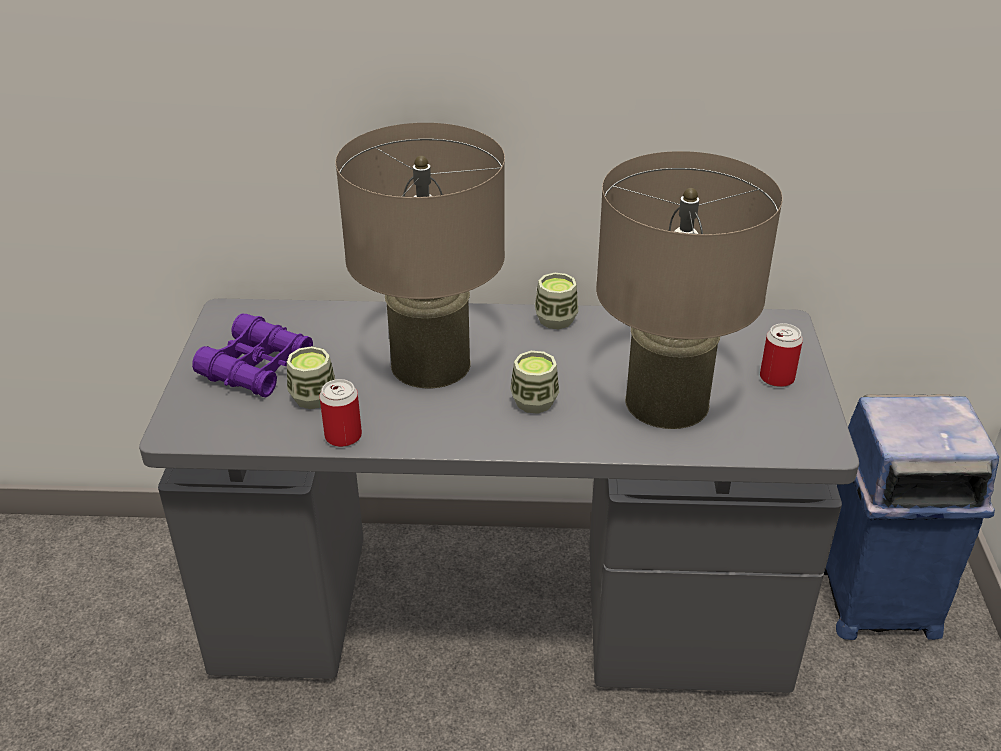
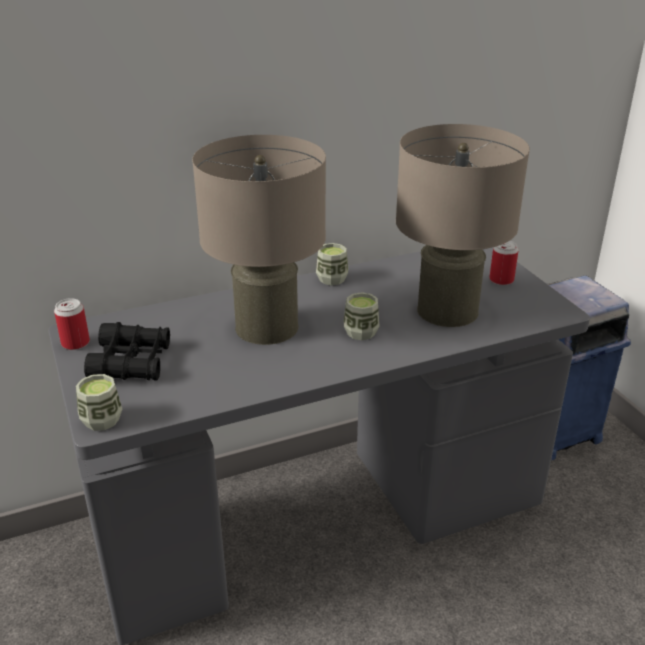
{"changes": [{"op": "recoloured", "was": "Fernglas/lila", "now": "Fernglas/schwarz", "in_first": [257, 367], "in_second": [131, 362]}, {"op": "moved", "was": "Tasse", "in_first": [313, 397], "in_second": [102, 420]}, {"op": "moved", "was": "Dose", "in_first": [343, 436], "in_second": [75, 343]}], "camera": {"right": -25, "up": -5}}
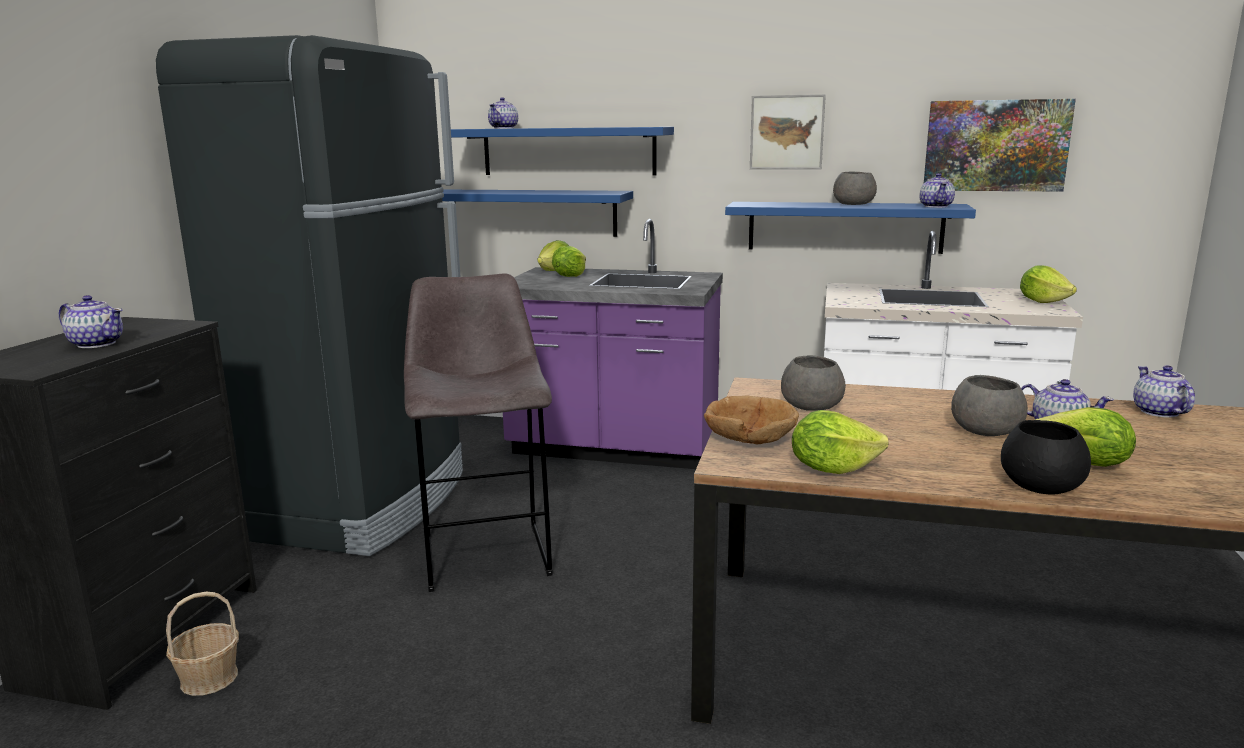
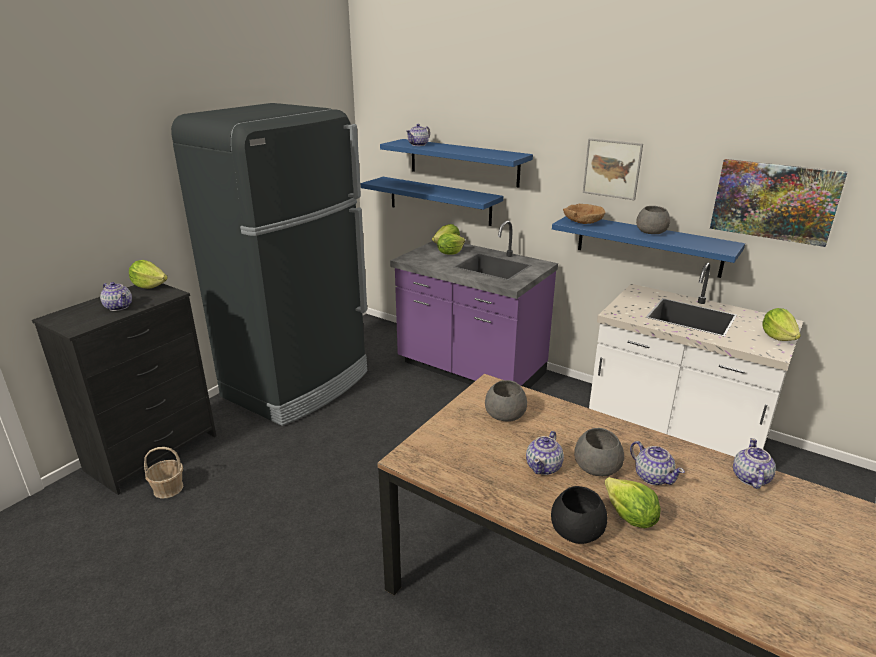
{"changes": [{"op": "moved", "was": "Teekanne", "in_first": [936, 206], "in_second": [544, 467]}, {"op": "removed", "was": "Hocker/grau", "in_first": [486, 554]}, {"op": "moved", "was": "Schüssel/braun", "in_first": [748, 438], "in_second": [582, 222]}, {"op": "moved", "was": "Salatkopf", "in_first": [832, 469], "in_second": [149, 286]}], "camera": {"right": 20, "up": 10}}
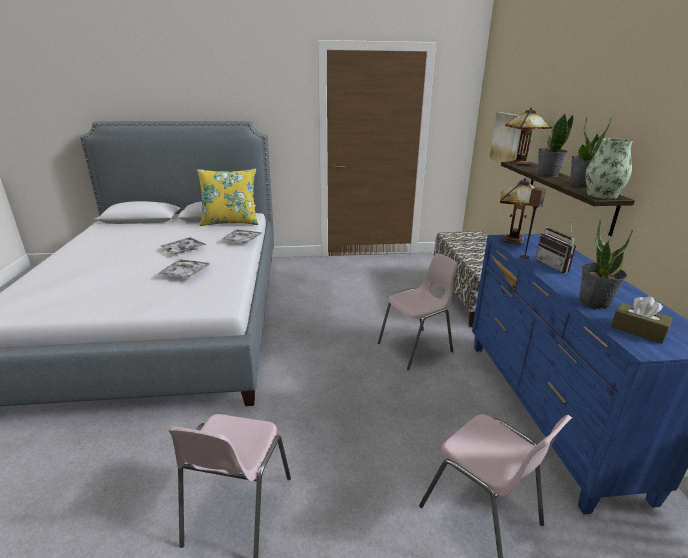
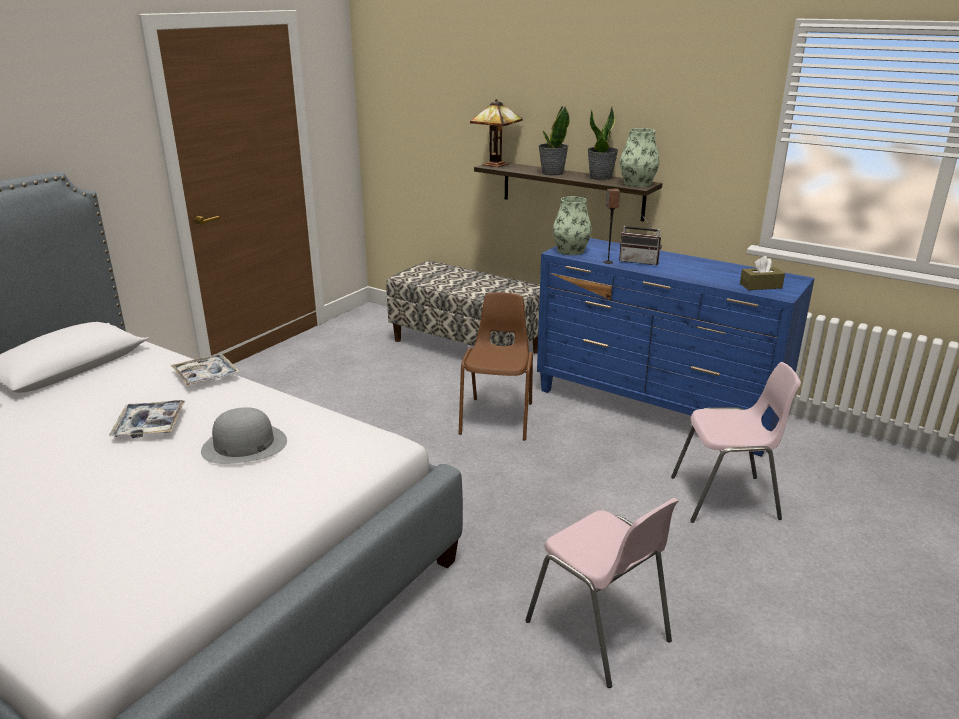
{"changes": [{"op": "removed", "was": "Bild", "in_first": [506, 138]}, {"op": "removed", "was": "Kissen/gelb", "in_first": [230, 222]}, {"op": "replaced", "was": "Tischlampe", "now": "Vase", "in_first": [514, 240], "in_second": [571, 251]}, {"op": "removed", "was": "Topfpflanze", "in_first": [594, 302]}, {"op": "recoloured", "was": "Stuhl/rosa", "now": "Stuhl/braun", "in_first": [416, 348], "in_second": [498, 418]}, {"op": "replaced", "was": "Tablett", "now": "Hut/grau", "in_first": [185, 273], "in_second": [244, 445]}], "camera": {"right": -50, "up": 0}}
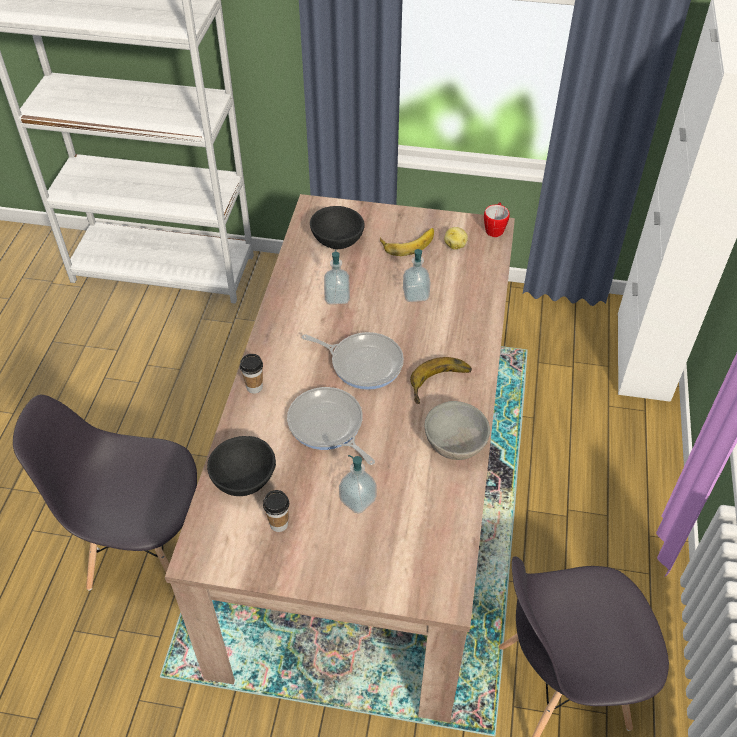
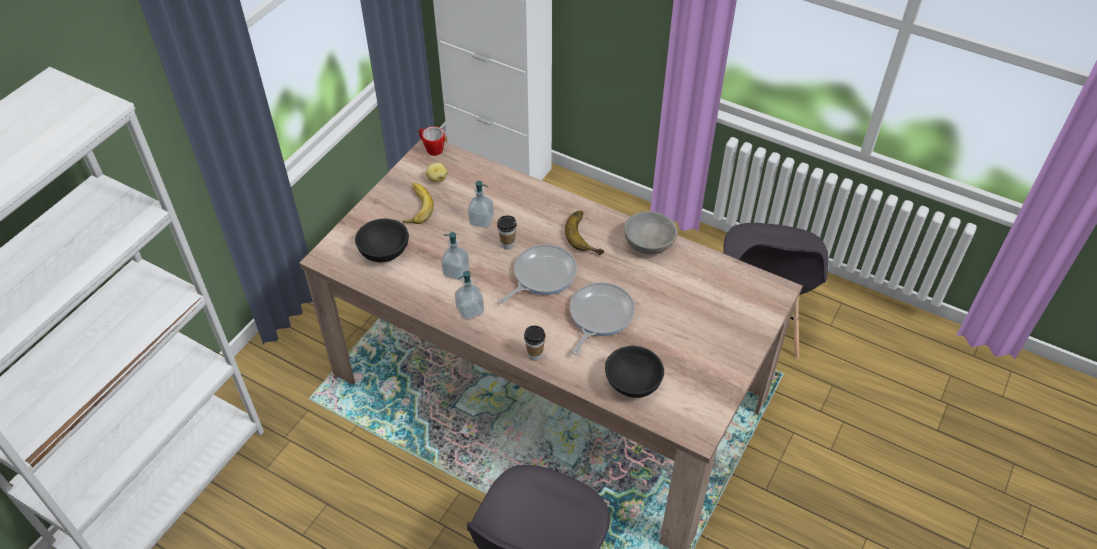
{"changes": [{"op": "turned", "was": "Pfanne", "in_first": [328, 426], "in_second": [599, 316], "clockwise": 135}, {"op": "moved", "was": "Seifenspender", "in_first": [358, 500], "in_second": [470, 310]}, {"op": "moved", "was": "Tasse", "in_first": [279, 524], "in_second": [507, 244]}], "camera": {"right": -70, "up": 0}}
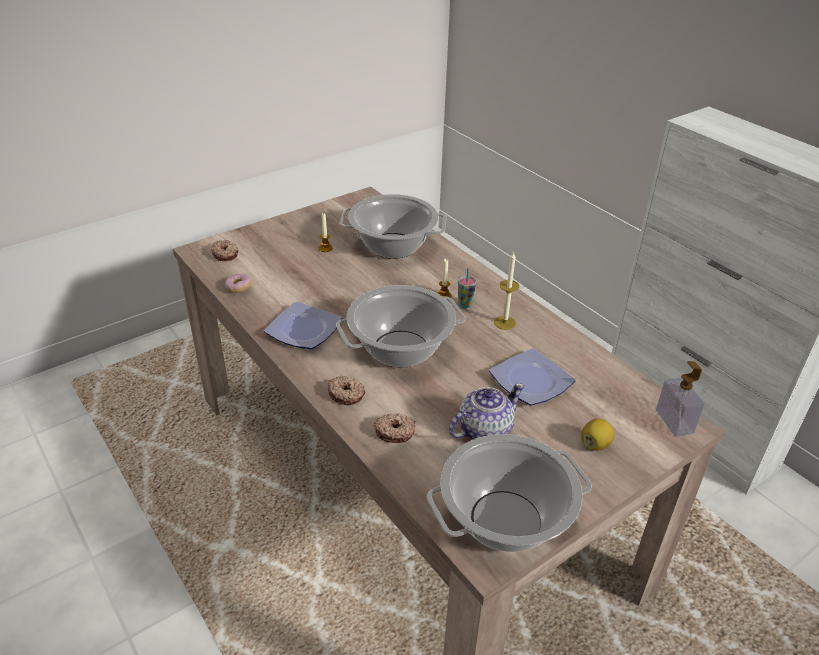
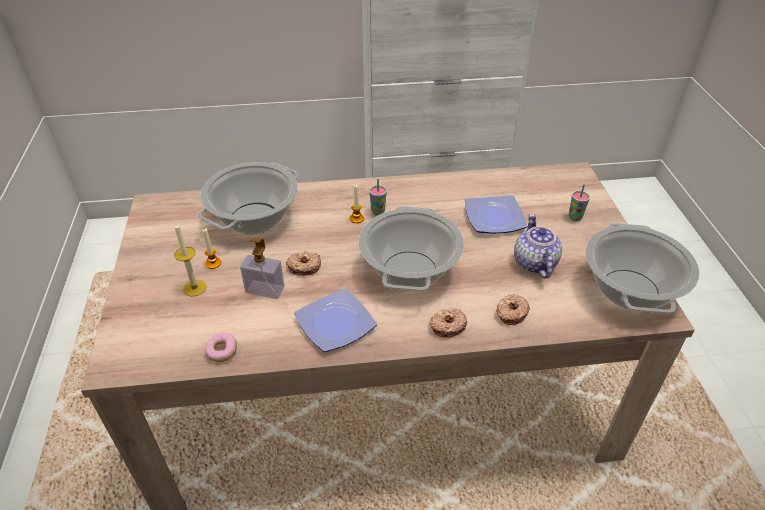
{"changes": [{"op": "moved", "was": "Donut", "in_first": [225, 254], "in_second": [304, 266]}, {"op": "moved", "was": "Kerze", "in_first": [504, 322], "in_second": [194, 288]}, {"op": "moved", "was": "Seifenspender", "in_first": [674, 422], "in_second": [265, 290]}, {"op": "replaced", "was": "Zitrone", "now": "Tasse", "in_first": [595, 444], "in_second": [575, 217]}], "camera": {"right": -60, "up": 5}}
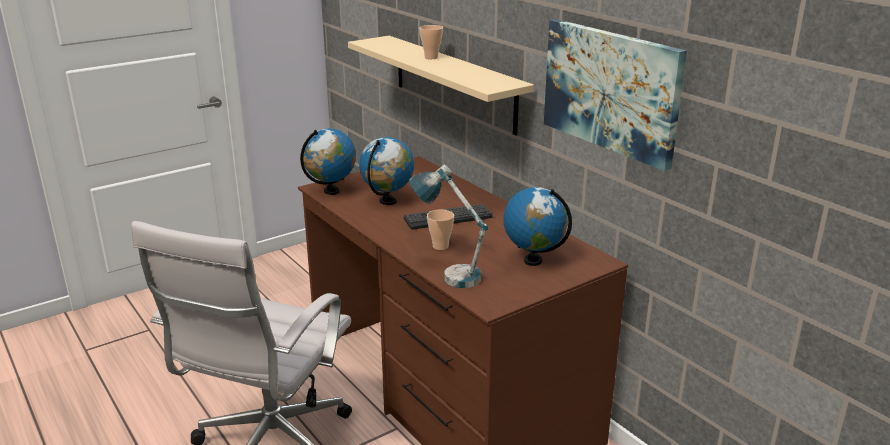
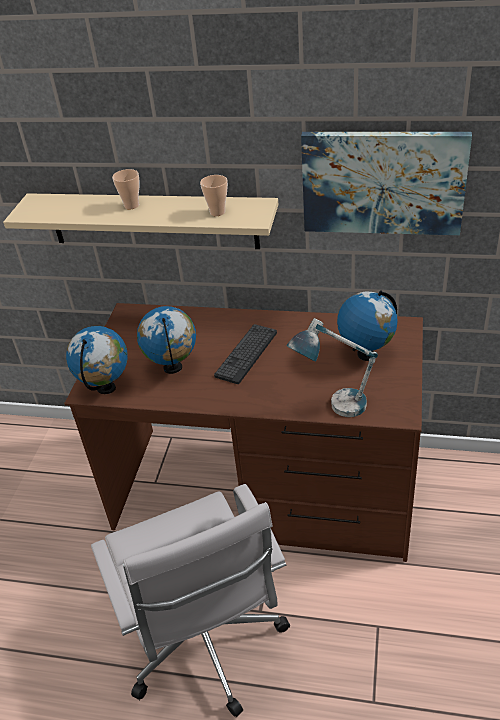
{"changes": [{"op": "moved", "was": "Tasse", "in_first": [440, 246], "in_second": [217, 212]}], "camera": {"right": -40, "up": 15}}
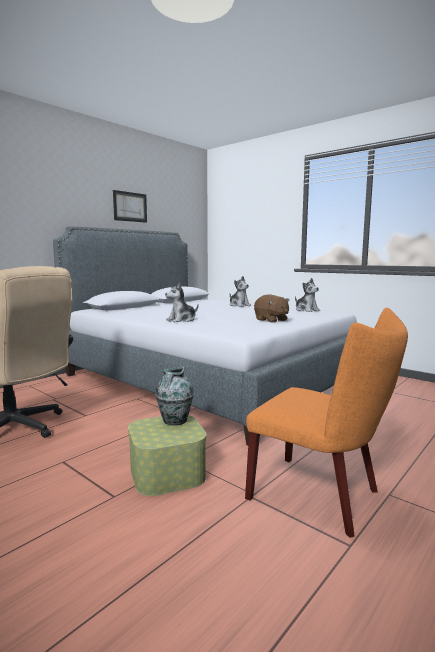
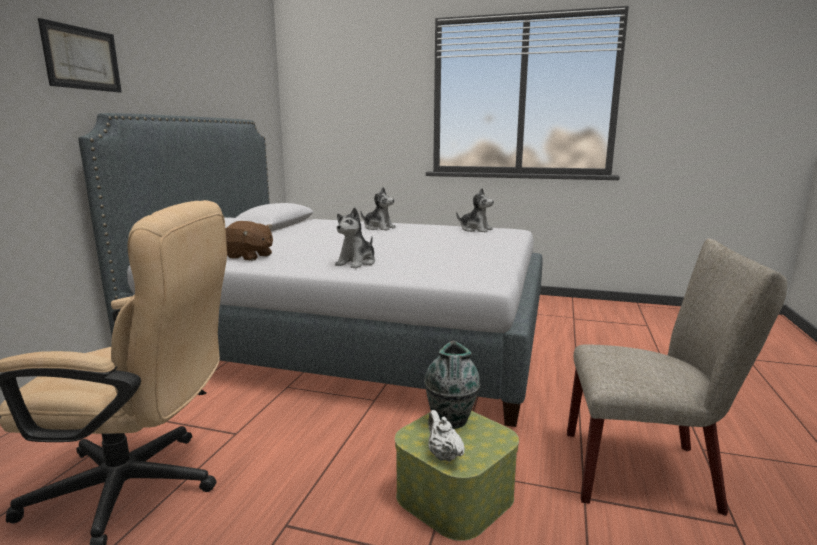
{"changes": [{"op": "moved", "was": "Bild", "in_first": [130, 207], "in_second": [82, 58]}, {"op": "moved", "was": "Plüschtier/braun", "in_first": [271, 320], "in_second": [249, 256]}, {"op": "recoloured", "was": "Stuhl/orange", "now": "Stuhl/beige", "in_first": [322, 496], "in_second": [650, 472]}, {"op": "added", "now": "Teekanne/weiß", "in_second": [443, 455]}], "camera": {"right": -25, "up": 5}}
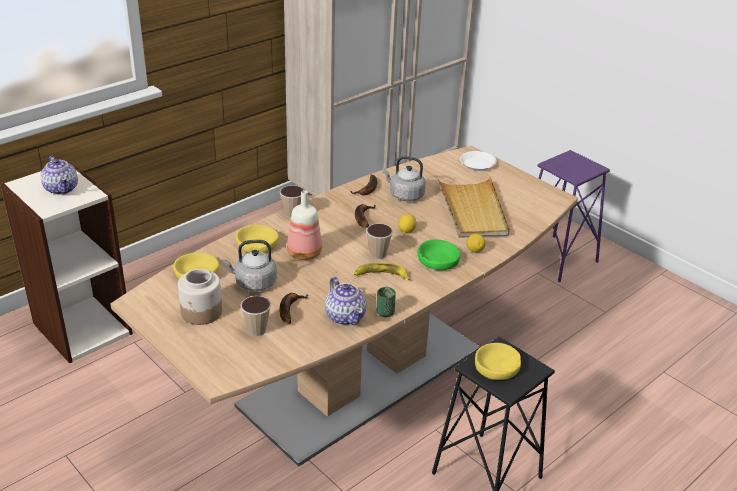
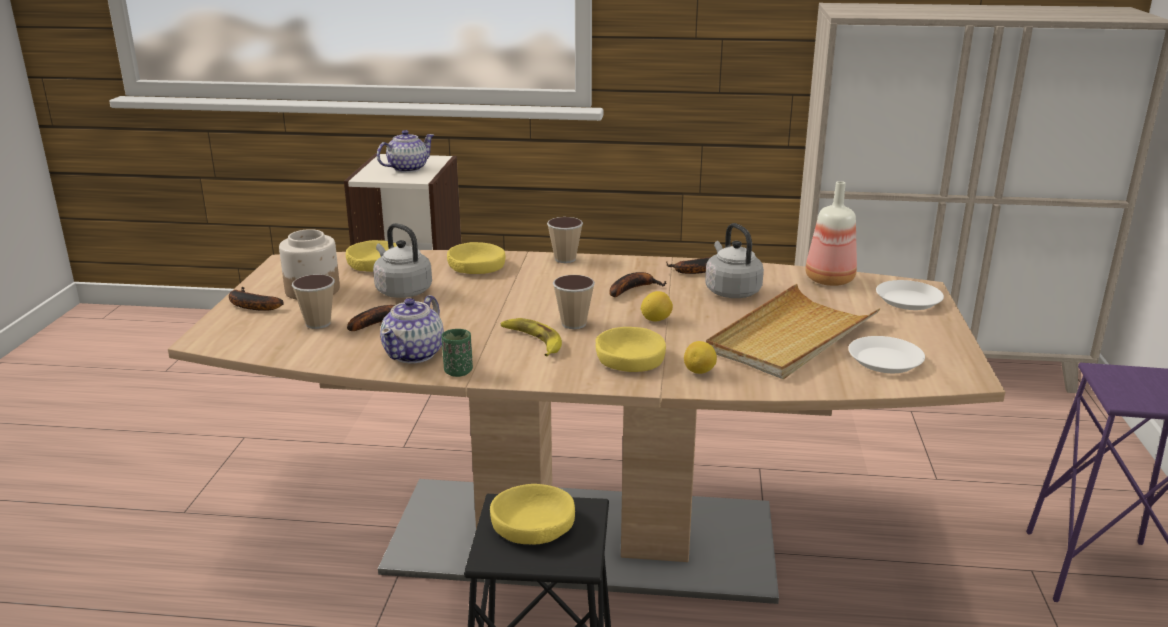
{"changes": [{"op": "turned", "was": "Teekanne", "in_first": [61, 188], "in_second": [407, 169], "clockwise": -150}, {"op": "moved", "was": "Flasche", "in_first": [303, 253], "in_second": [827, 280]}, {"op": "recoloured", "was": "Schüssel/grün", "now": "Schüssel/gelb", "in_first": [438, 260], "in_second": [629, 359]}, {"op": "added", "now": "Banane", "in_second": [250, 305]}, {"op": "added", "now": "Teller/weiß", "in_second": [884, 360]}], "camera": {"right": 50, "up": -10}}
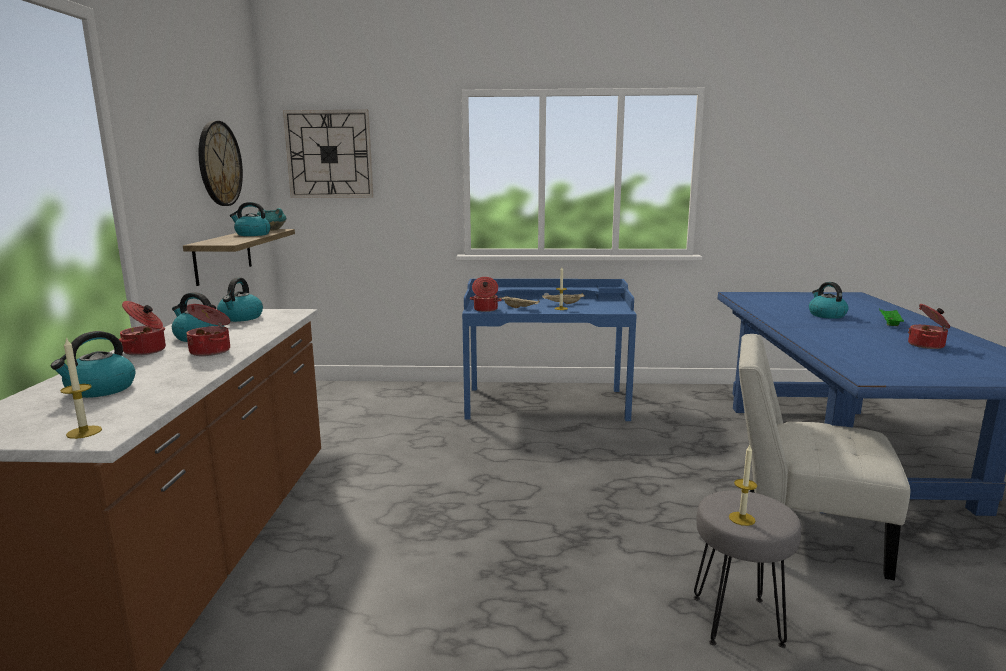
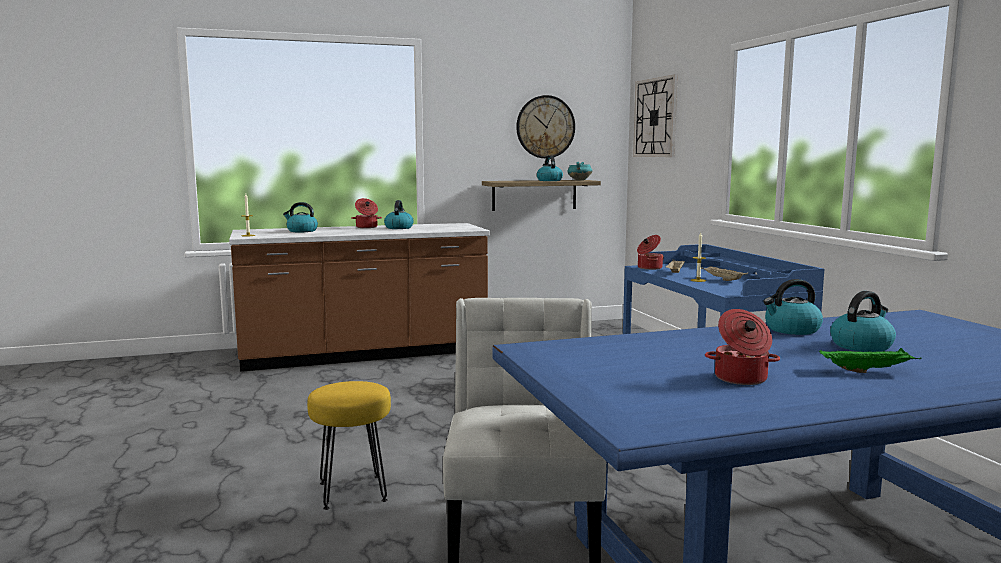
{"changes": [{"op": "moved", "was": "Wasserkessel", "in_first": [241, 318], "in_second": [791, 330]}, {"op": "removed", "was": "Kochtopf", "in_first": [211, 351]}, {"op": "removed", "was": "Kerze", "in_first": [742, 518]}, {"op": "recoloured", "was": "Hocker/grau", "now": "Hocker/gelb", "in_first": [735, 620], "in_second": [353, 491]}], "camera": {"right": 70, "up": -5}}
